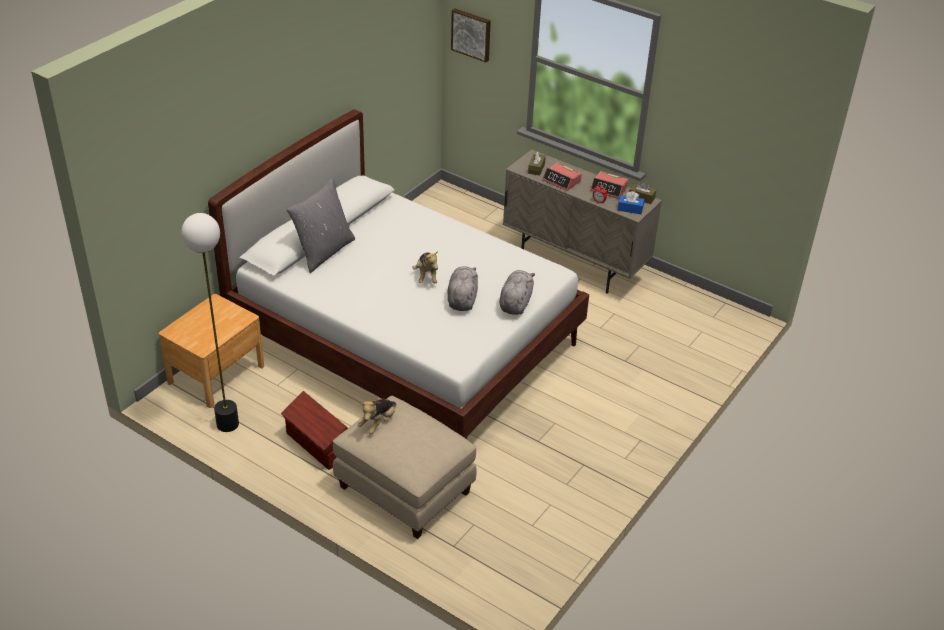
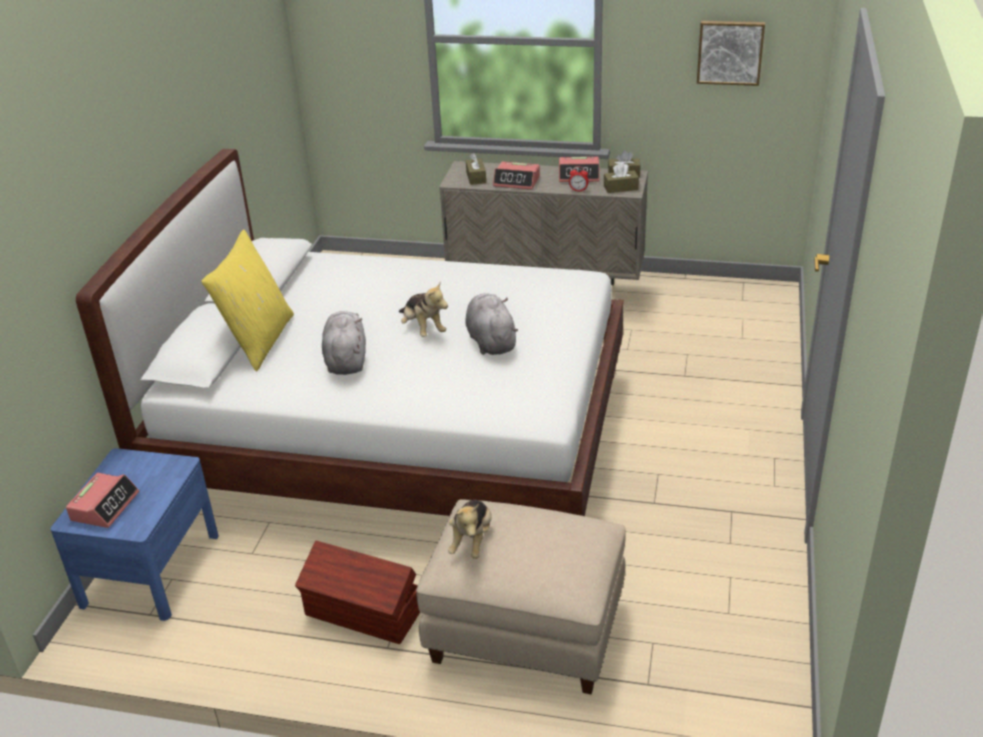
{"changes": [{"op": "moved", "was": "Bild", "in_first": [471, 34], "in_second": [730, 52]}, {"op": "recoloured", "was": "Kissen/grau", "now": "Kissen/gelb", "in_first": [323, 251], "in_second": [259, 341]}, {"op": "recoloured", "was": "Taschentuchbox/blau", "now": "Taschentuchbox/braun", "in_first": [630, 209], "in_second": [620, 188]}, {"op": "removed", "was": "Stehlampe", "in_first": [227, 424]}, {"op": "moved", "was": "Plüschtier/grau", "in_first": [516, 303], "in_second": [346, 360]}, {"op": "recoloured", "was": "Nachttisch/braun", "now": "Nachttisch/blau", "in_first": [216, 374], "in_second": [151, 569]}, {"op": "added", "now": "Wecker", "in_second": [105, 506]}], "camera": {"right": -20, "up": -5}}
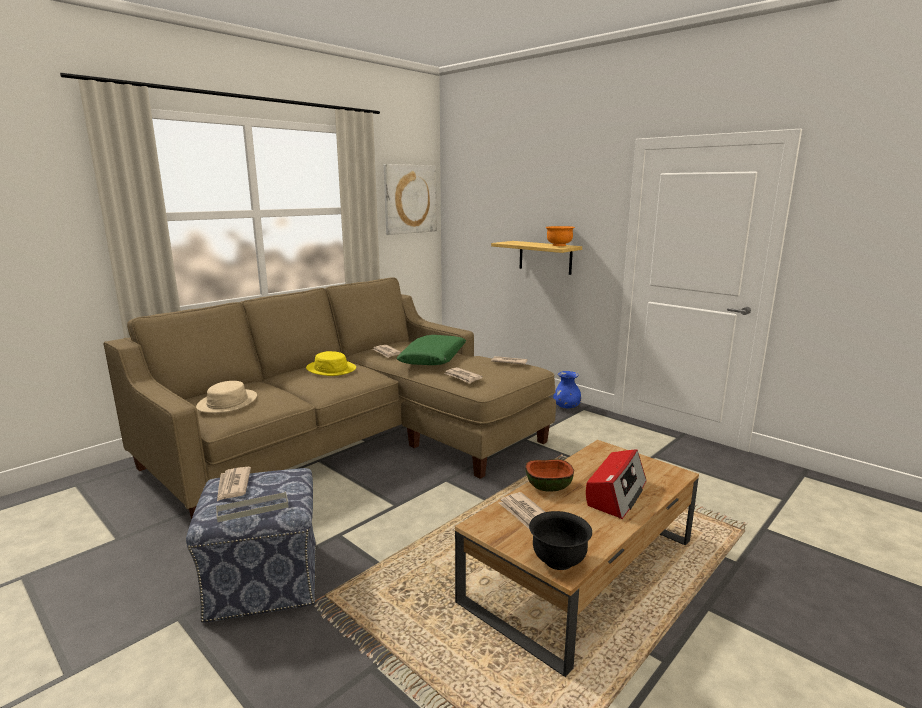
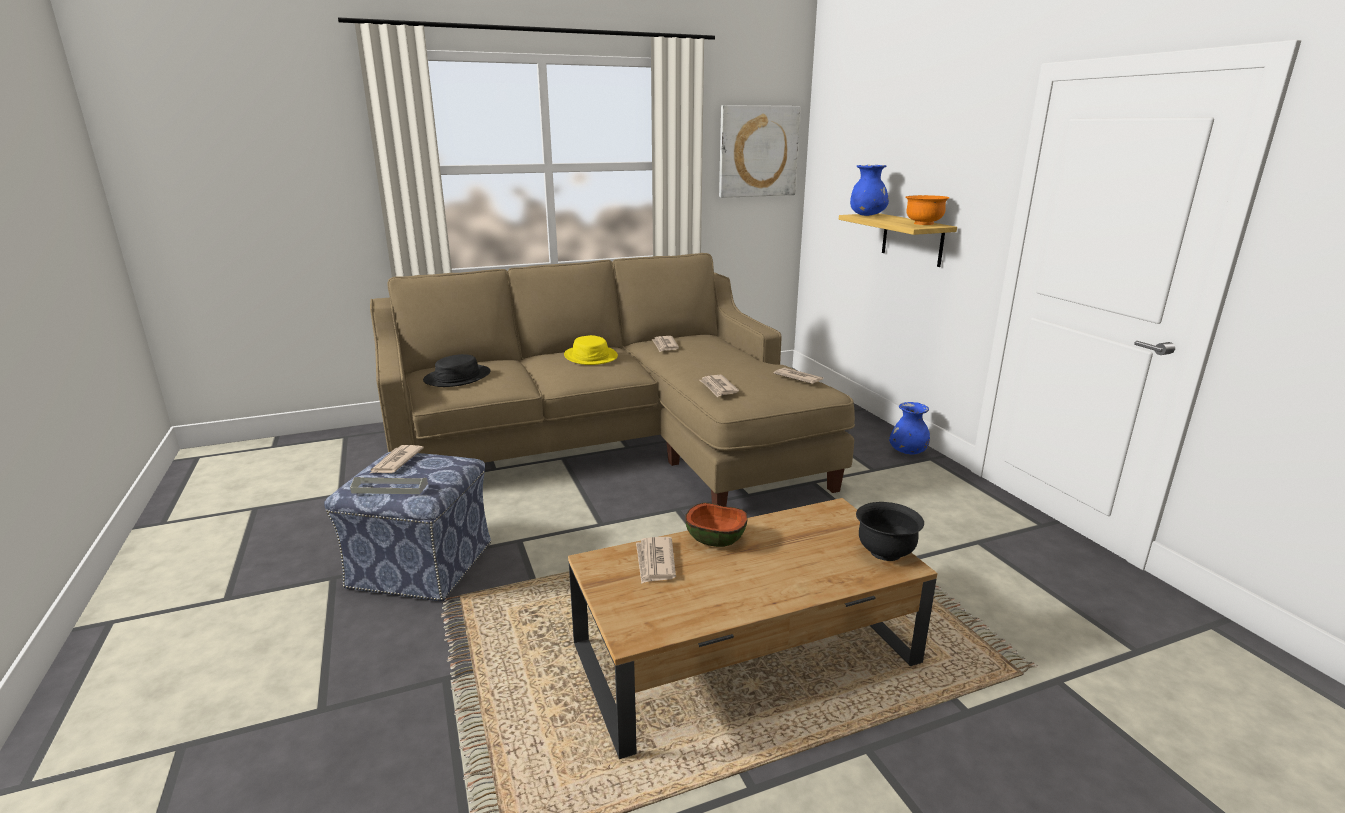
{"changes": [{"op": "removed", "was": "Kissen/grün", "in_first": [433, 358]}, {"op": "recoloured", "was": "Hut/beige", "now": "Hut/schwarz", "in_first": [227, 402], "in_second": [457, 377]}, {"op": "removed", "was": "Radio", "in_first": [616, 494]}, {"op": "moved", "was": "Schüssel/schwarz", "in_first": [558, 560], "in_second": [885, 552]}, {"op": "added", "now": "Vase/blau", "in_second": [867, 215]}], "camera": {"right": 25, "up": 5}}
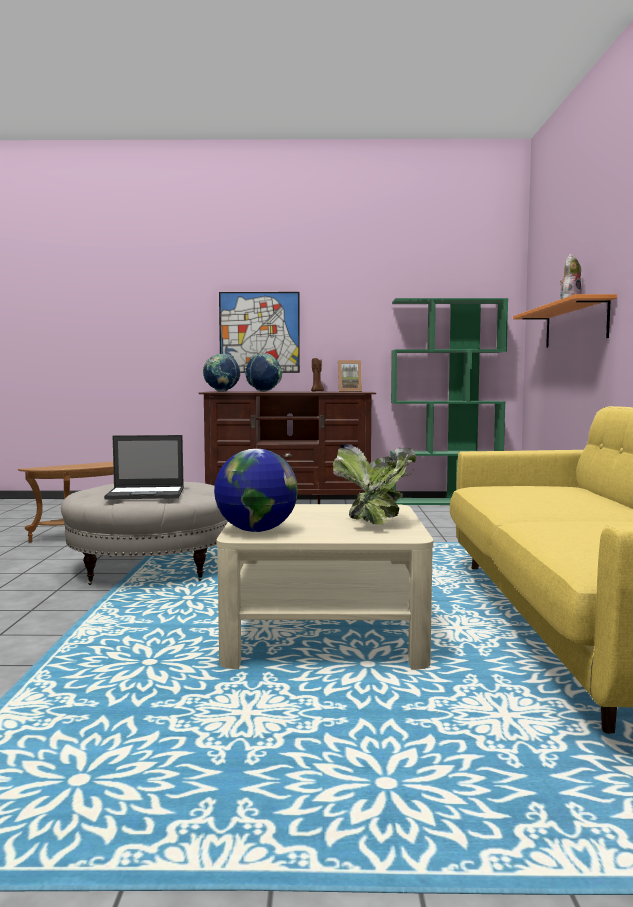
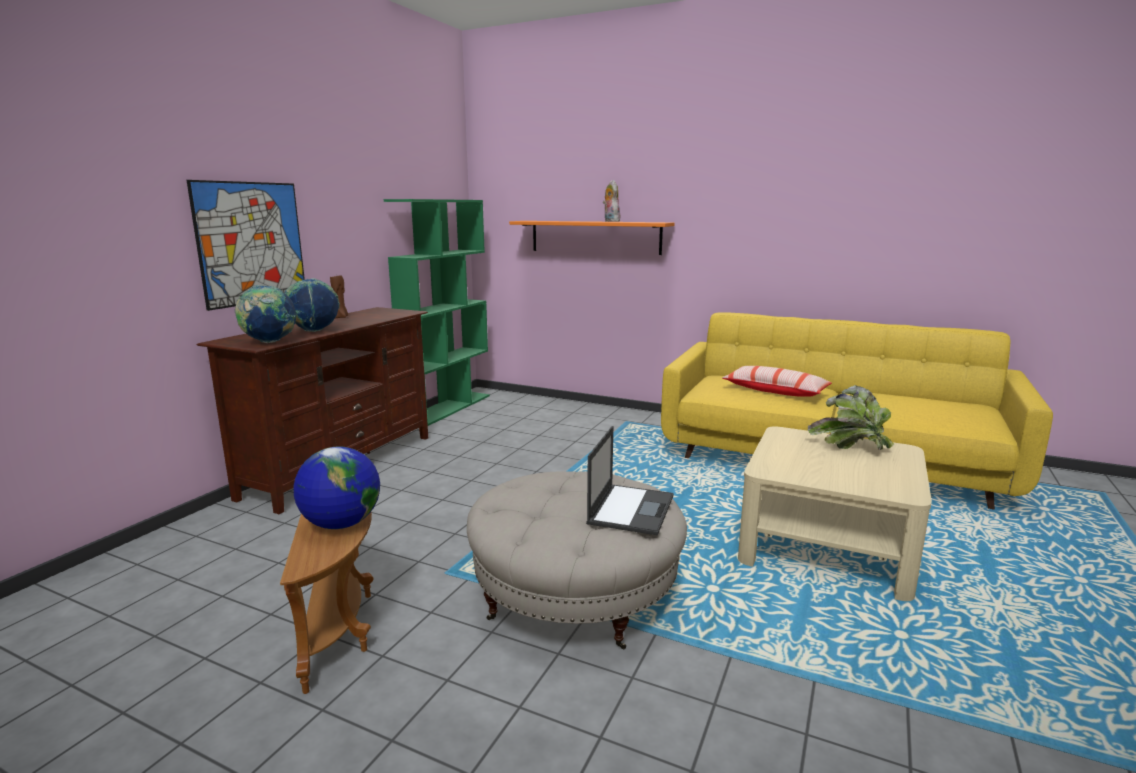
{"changes": [{"op": "removed", "was": "Bilderrahmen", "in_first": [349, 391]}, {"op": "moved", "was": "Globus", "in_first": [256, 531], "in_second": [341, 524]}, {"op": "added", "now": "Kissen", "in_second": [775, 391]}], "camera": {"right": -65, "up": 10}}
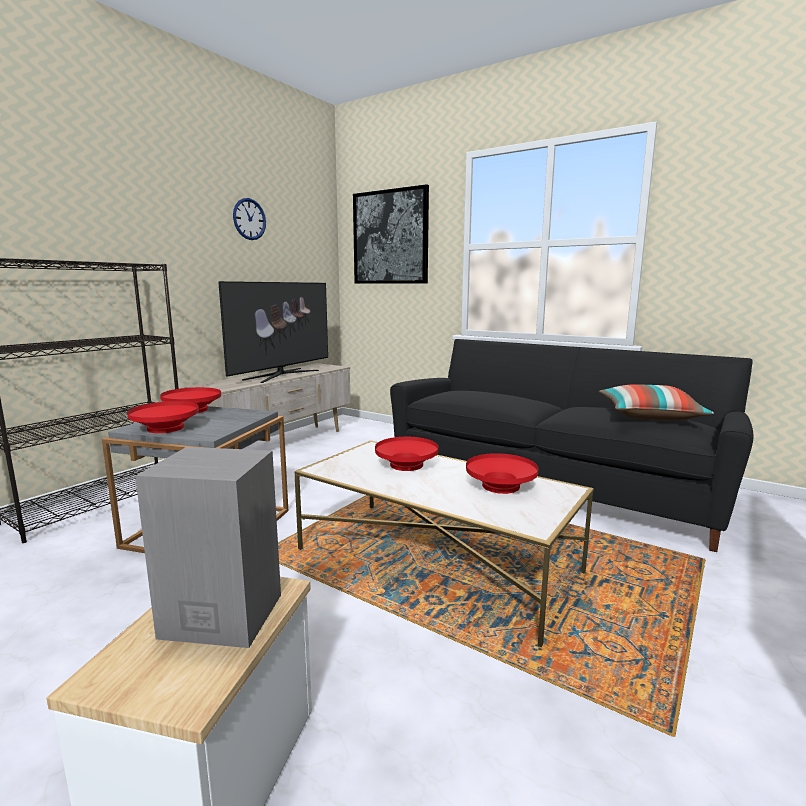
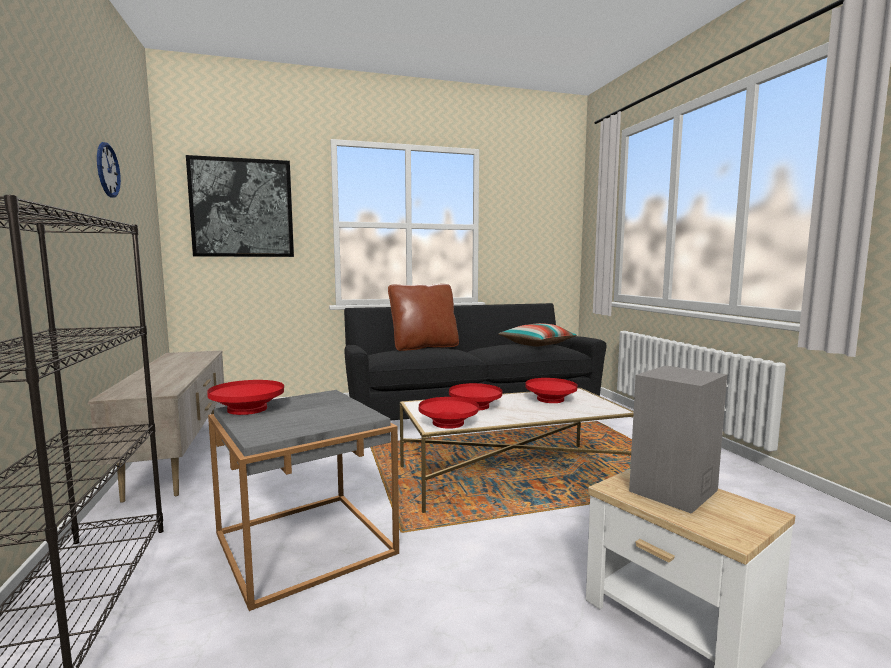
{"changes": [{"op": "removed", "was": "Fernseher", "in_first": [281, 375]}, {"op": "moved", "was": "Schüssel/rot", "in_first": [165, 428], "in_second": [448, 423]}, {"op": "added", "now": "Kissen/braun", "in_second": [424, 347]}], "camera": {"right": -50, "up": -5}}
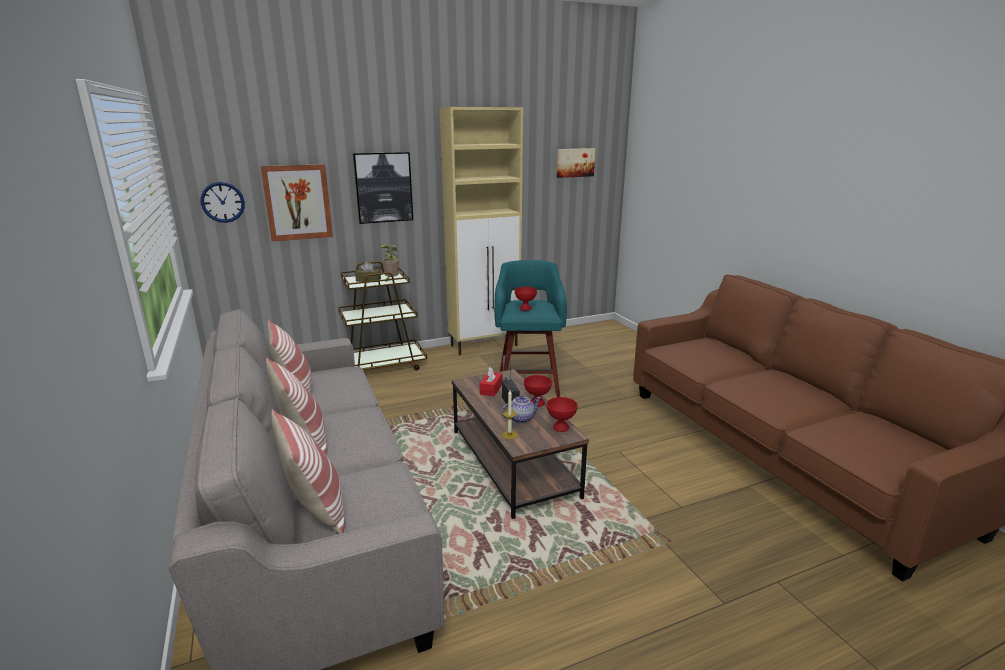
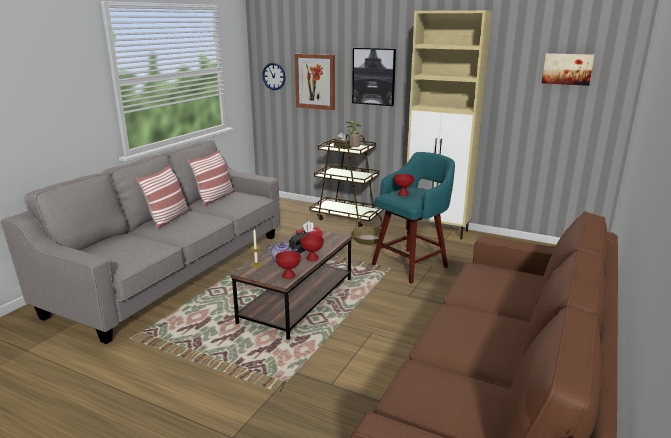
{"changes": [{"op": "removed", "was": "Kissen", "in_first": [316, 509]}, {"op": "added", "now": "Korb", "in_second": [368, 239]}], "camera": {"right": 50, "up": 0}}
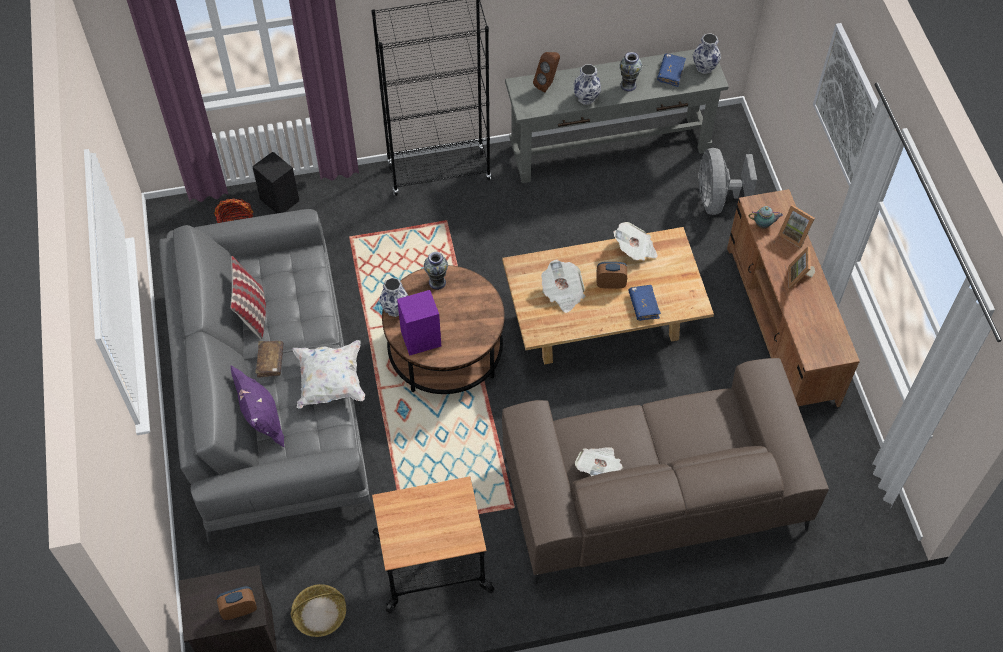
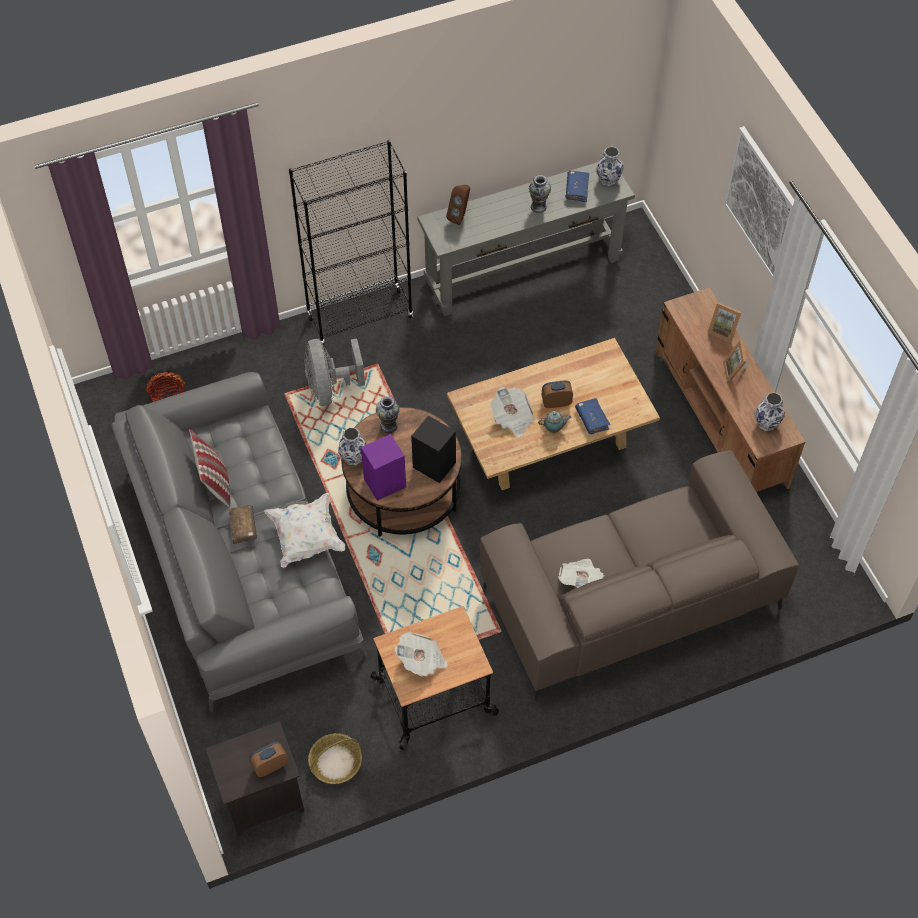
{"changes": [{"op": "moved", "was": "Vase", "in_first": [585, 98], "in_second": [766, 423]}, {"op": "moved", "was": "Ventilator/grau", "in_first": [717, 199], "in_second": [330, 388]}, {"op": "moved", "was": "Lautsprecher/schwarz", "in_first": [280, 200], "in_second": [435, 465]}, {"op": "moved", "was": "Teekanne", "in_first": [763, 225], "in_second": [554, 429]}, {"op": "moved", "was": "Zeitung", "in_first": [635, 250], "in_second": [422, 660]}, {"op": "removed", "was": "Kissen/lila", "in_first": [263, 423]}], "camera": {"right": -10, "up": 0}}
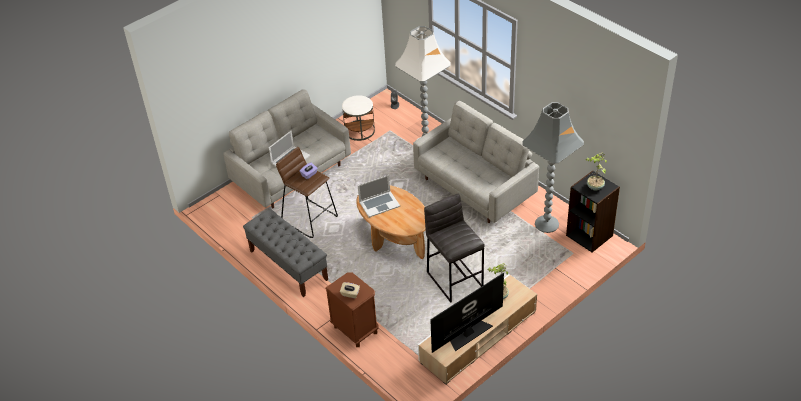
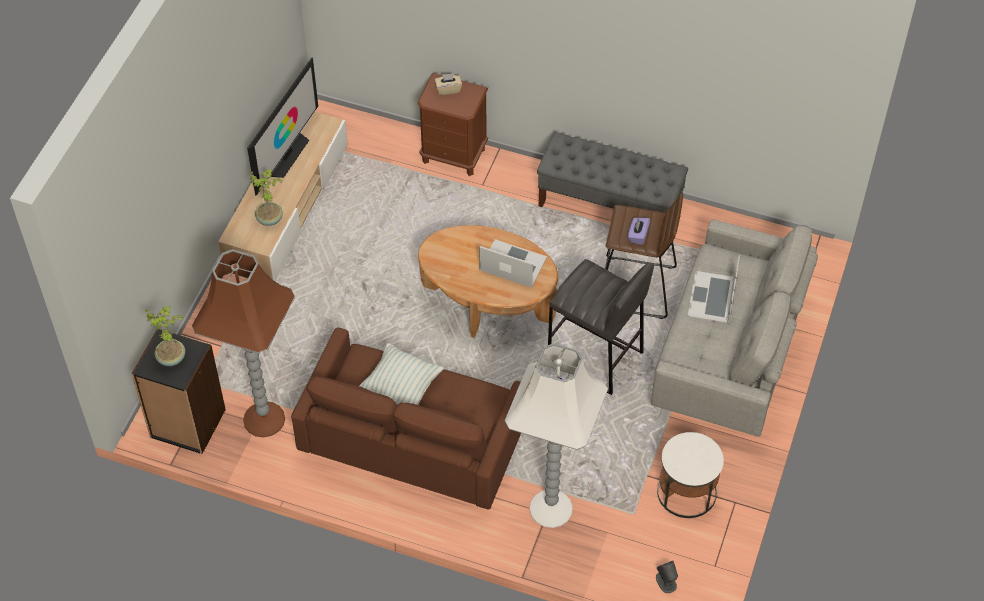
{"changes": [{"op": "recoloured", "was": "Sofa/grau", "now": "Sofa/braun", "in_first": [475, 188], "in_second": [412, 444]}, {"op": "recoloured", "was": "Stehlampe/grau", "now": "Stehlampe/braun", "in_first": [547, 224], "in_second": [263, 419]}, {"op": "turned", "was": "Laptop", "in_first": [379, 204], "in_second": [512, 264], "clockwise": 75}, {"op": "moved", "was": "Hocker/grau", "in_first": [455, 279], "in_second": [595, 357]}, {"op": "added", "now": "Kissen", "in_second": [401, 388]}], "camera": {"right": 150, "up": 10}}
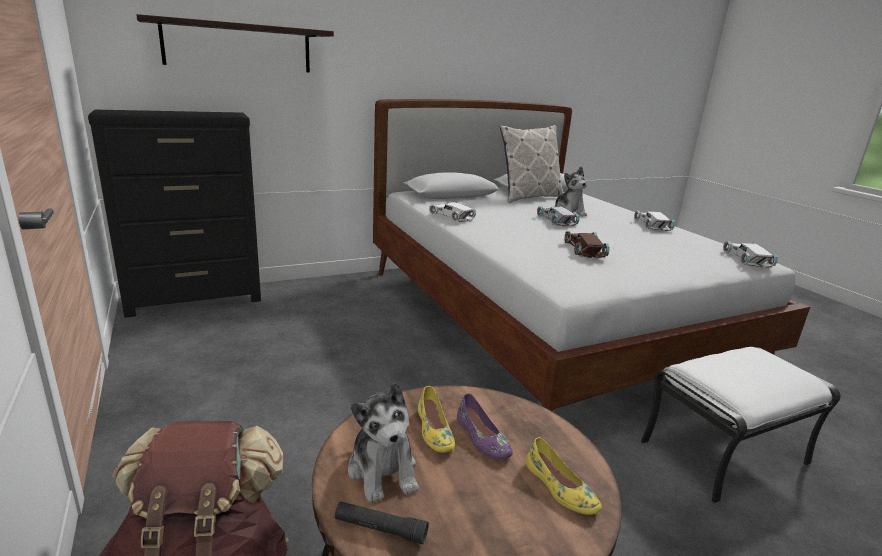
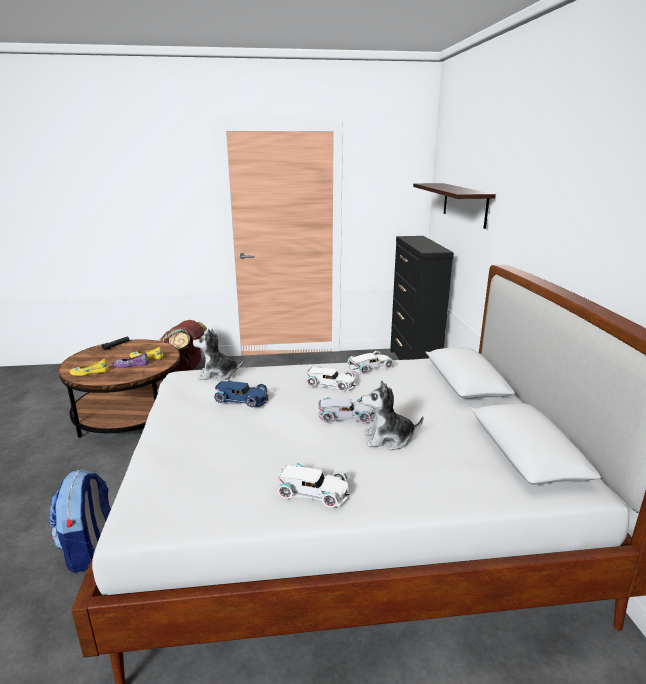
{"changes": [{"op": "removed", "was": "Kissen", "in_first": [528, 197]}, {"op": "recoloured", "was": "Spielzeugauto/braun", "now": "Spielzeugauto/blau", "in_first": [585, 249], "in_second": [242, 399]}, {"op": "moved", "was": "Spielzeugauto/weiß", "in_first": [747, 258], "in_second": [331, 383]}, {"op": "replaced", "was": "Polsterhocker/weiß", "now": "Rucksack", "in_first": [724, 451], "in_second": [90, 549]}, {"op": "moved", "was": "Plüschtier", "in_first": [383, 470], "in_second": [218, 375]}], "camera": {"right": 110, "up": 0}}
